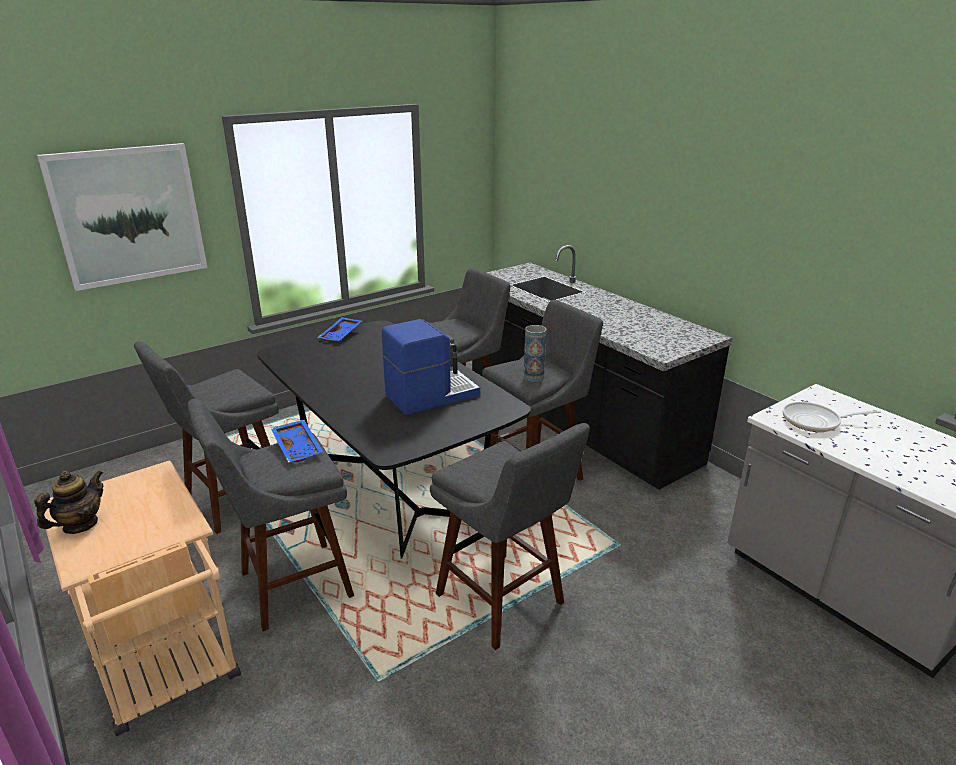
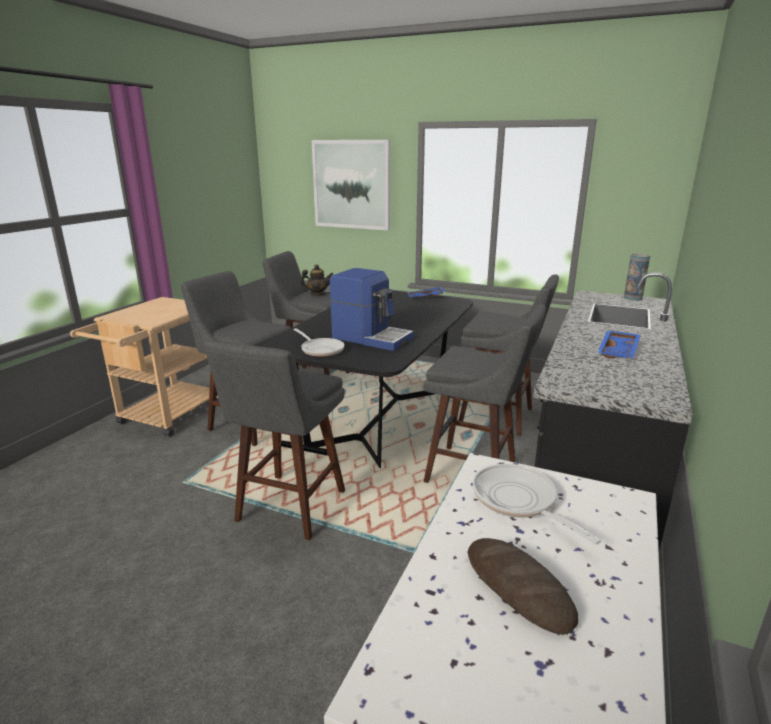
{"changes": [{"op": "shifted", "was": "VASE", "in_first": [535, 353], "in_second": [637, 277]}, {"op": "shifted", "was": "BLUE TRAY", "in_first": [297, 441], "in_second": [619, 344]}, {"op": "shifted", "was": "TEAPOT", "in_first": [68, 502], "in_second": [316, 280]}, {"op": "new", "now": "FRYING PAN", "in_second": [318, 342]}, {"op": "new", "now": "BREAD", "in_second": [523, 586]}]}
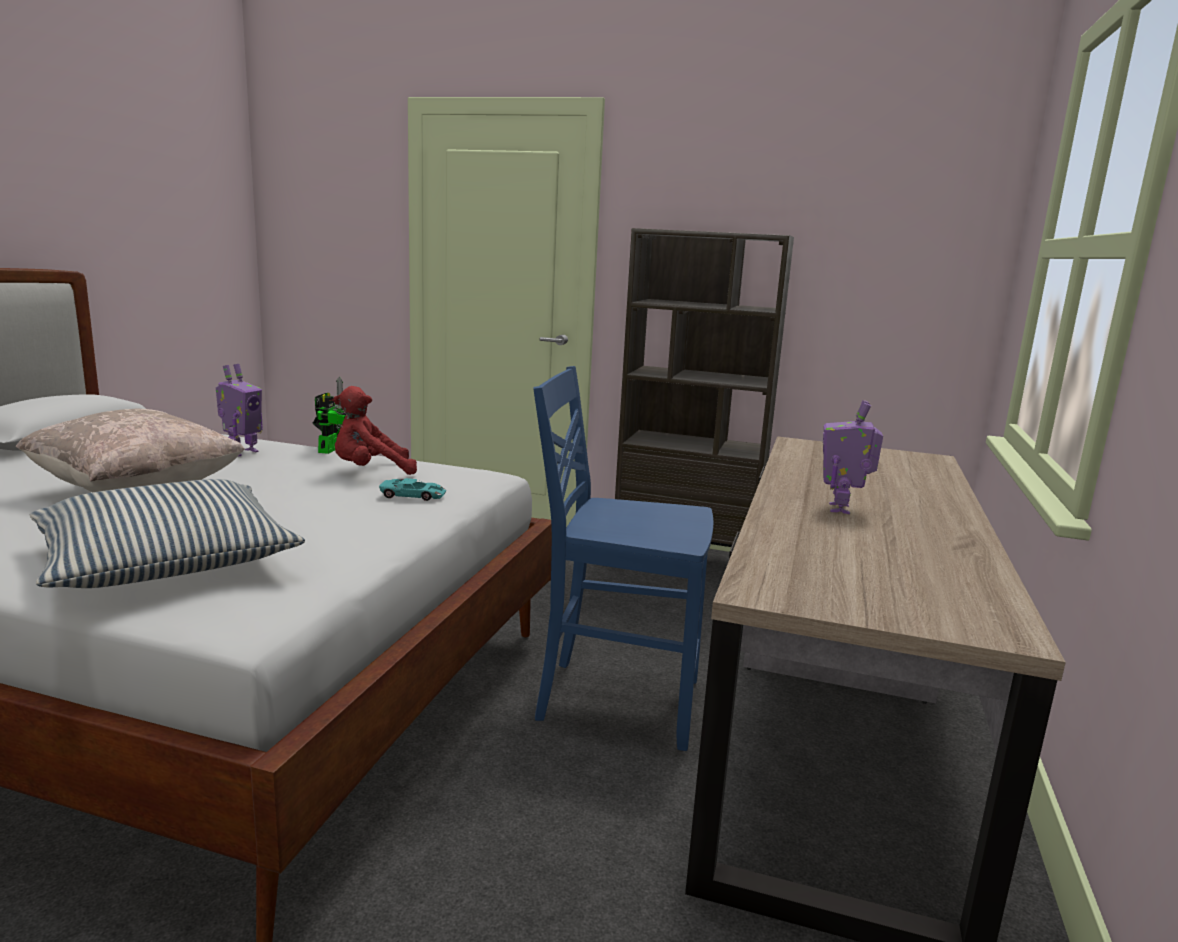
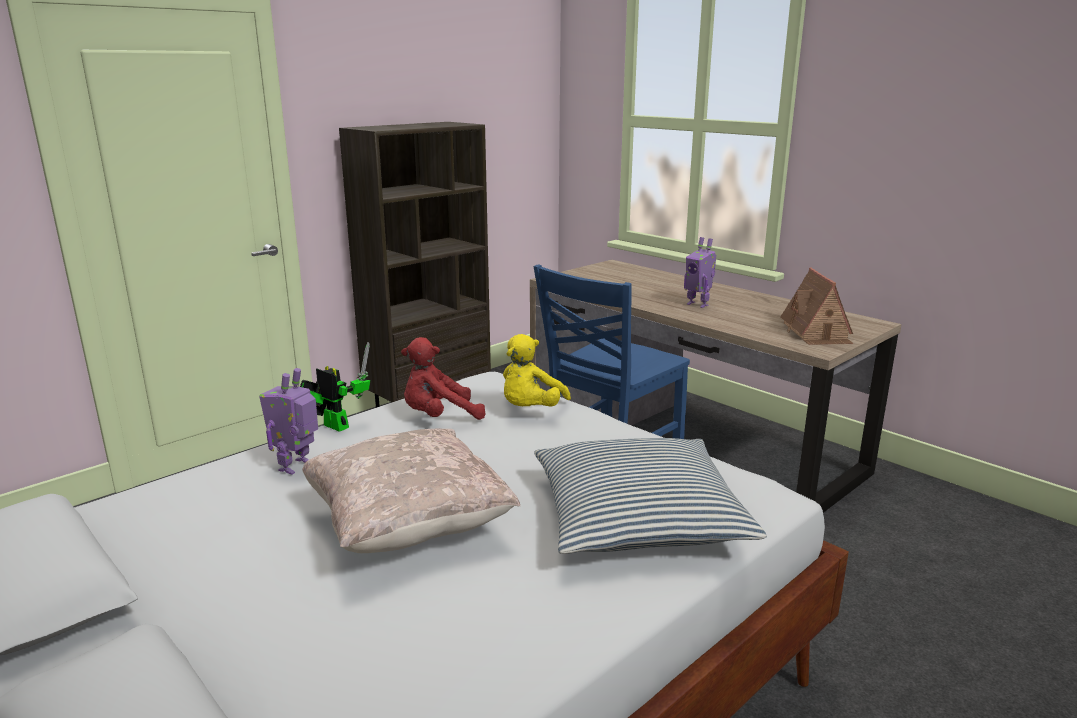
{"changes": [{"op": "rotated", "was": "TOY ROBOT", "in_first": [239, 410], "in_second": [288, 421], "clockwise": -120}, {"op": "rotated", "was": "RED PLUSH TOY", "in_first": [375, 430], "in_second": [443, 378], "clockwise": 60}, {"op": "swapped", "was": "TURQUOISE TOY CAR", "now": "YELLOW PLUSH TOY", "in_first": [412, 489], "in_second": [537, 370]}, {"op": "new", "now": "TOY HOUSE", "in_second": [817, 306]}]}
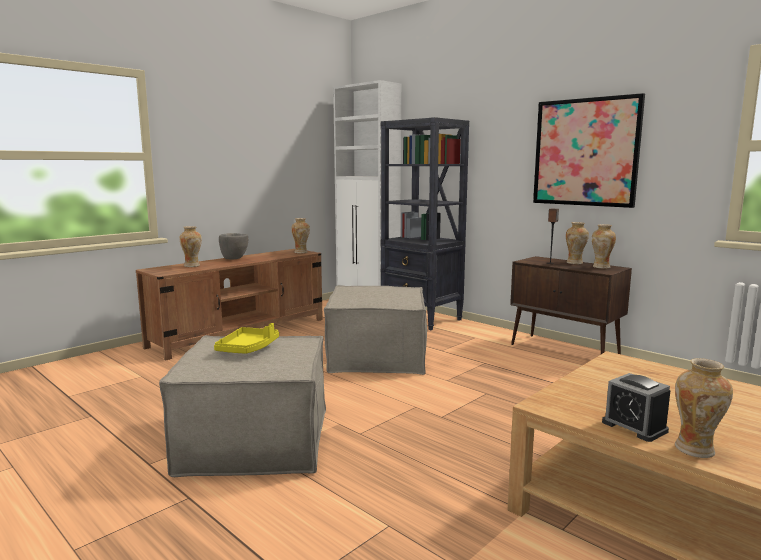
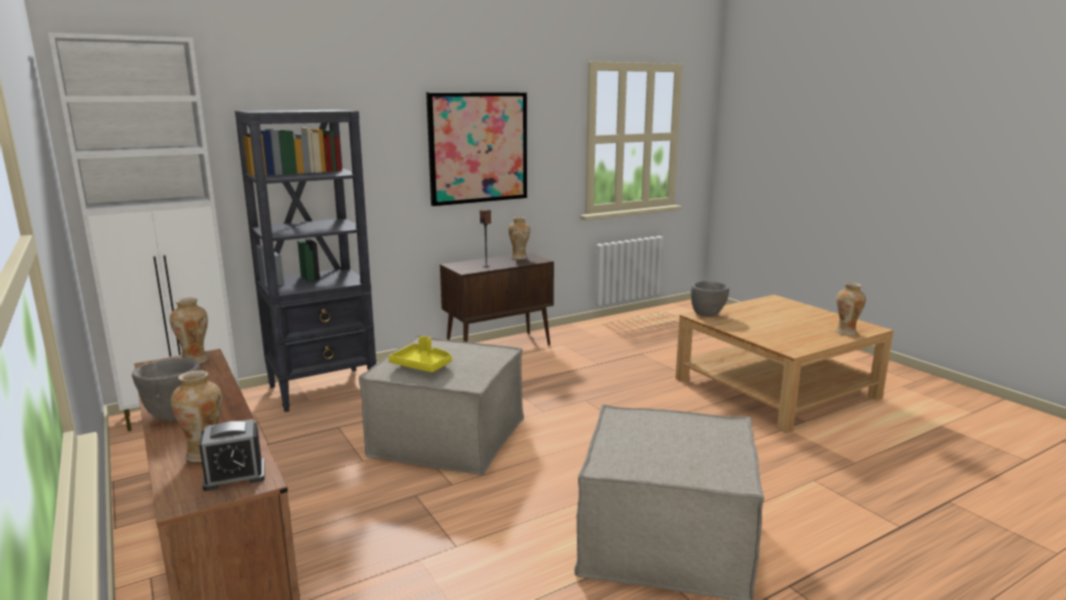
{"changes": [{"op": "gone", "was": "VASE", "in_first": [577, 243]}, {"op": "shifted", "was": "YELLOW TRAY", "in_first": [246, 338], "in_second": [420, 354]}, {"op": "shifted", "was": "ALARM CLOCK", "in_first": [636, 407], "in_second": [232, 455]}, {"op": "new", "now": "GREY BOWL", "in_second": [710, 299]}]}
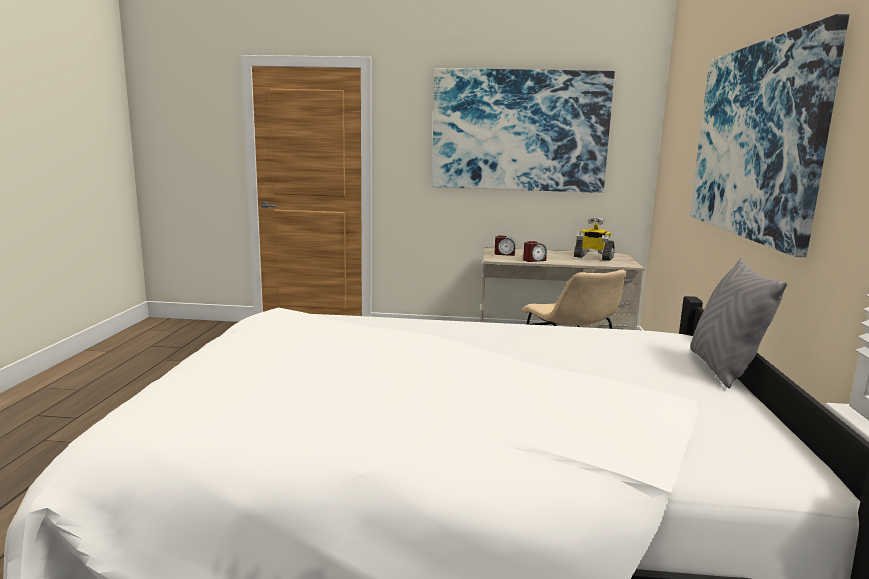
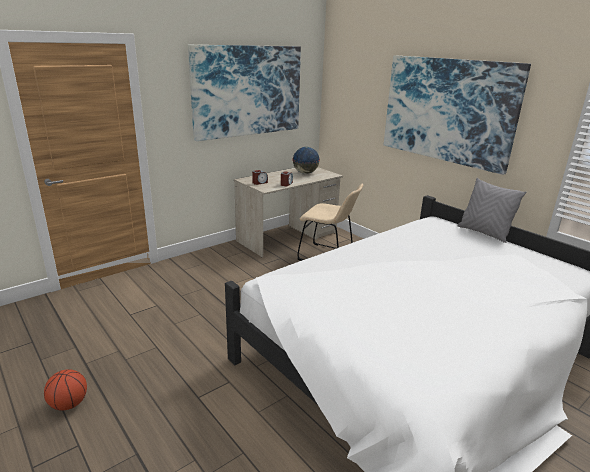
{"changes": [{"op": "swapped", "was": "TOY ROBOT", "now": "GLOBE", "in_first": [594, 239], "in_second": [306, 160]}, {"op": "new", "now": "BASKETBALL", "in_second": [65, 390]}]}
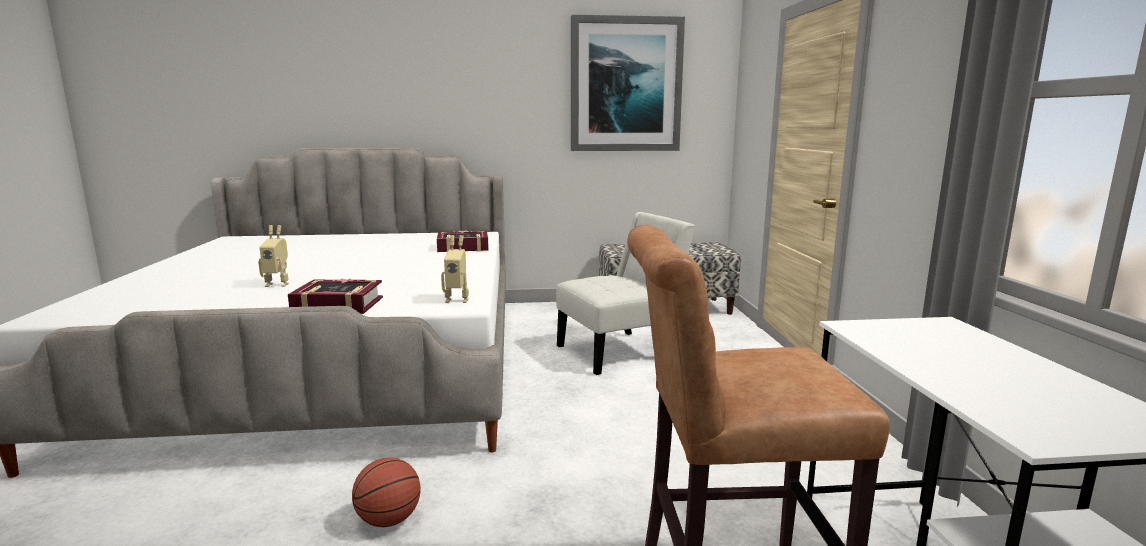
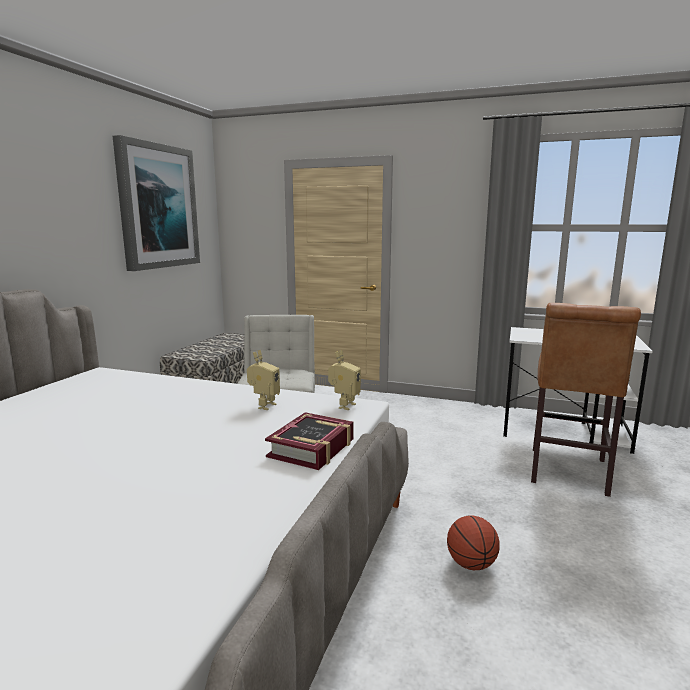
{"changes": [{"op": "shifted", "was": "TOY ROBOT", "in_first": [273, 256], "in_second": [263, 380]}, {"op": "gone", "was": "BOOK", "in_first": [463, 241]}]}
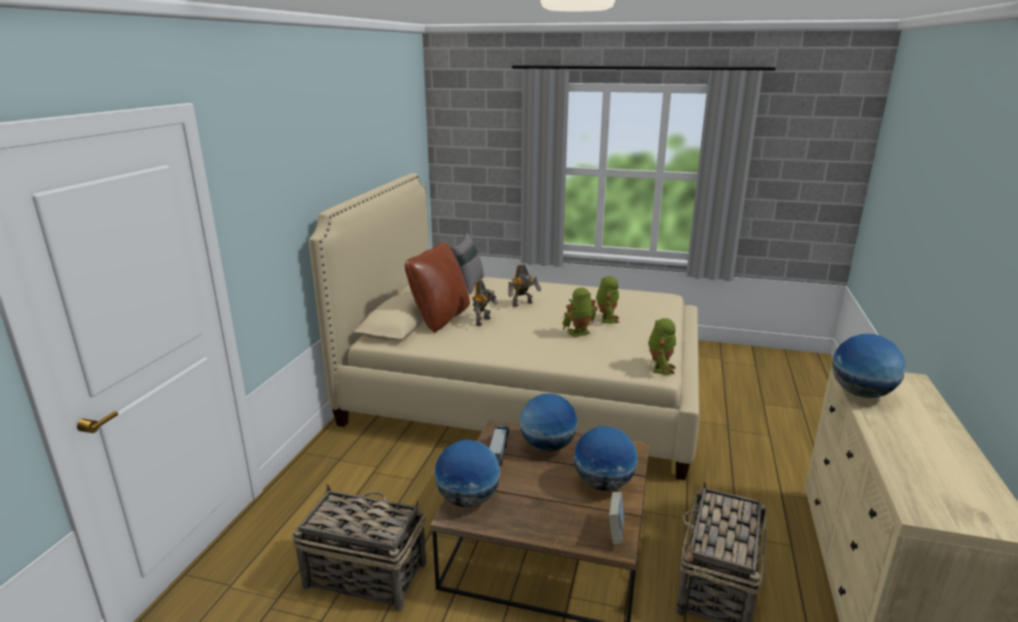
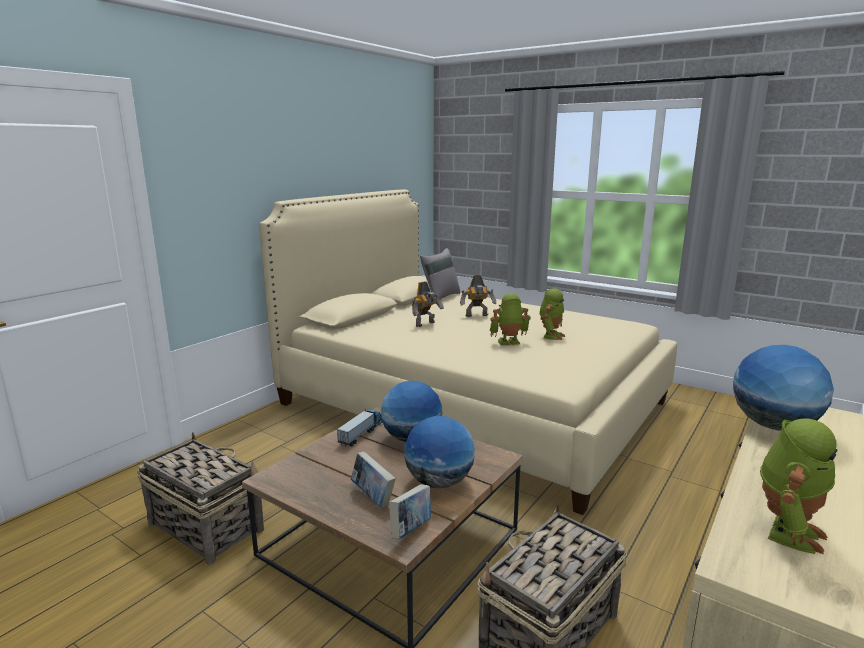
{"changes": [{"op": "gone", "was": "BROWN PILLOW", "in_first": [437, 287]}, {"op": "shifted", "was": "TOY ROBOT", "in_first": [662, 346], "in_second": [798, 486]}, {"op": "gone", "was": "GLOBE", "in_first": [467, 473]}, {"op": "new", "now": "BOOK", "in_second": [373, 479]}]}
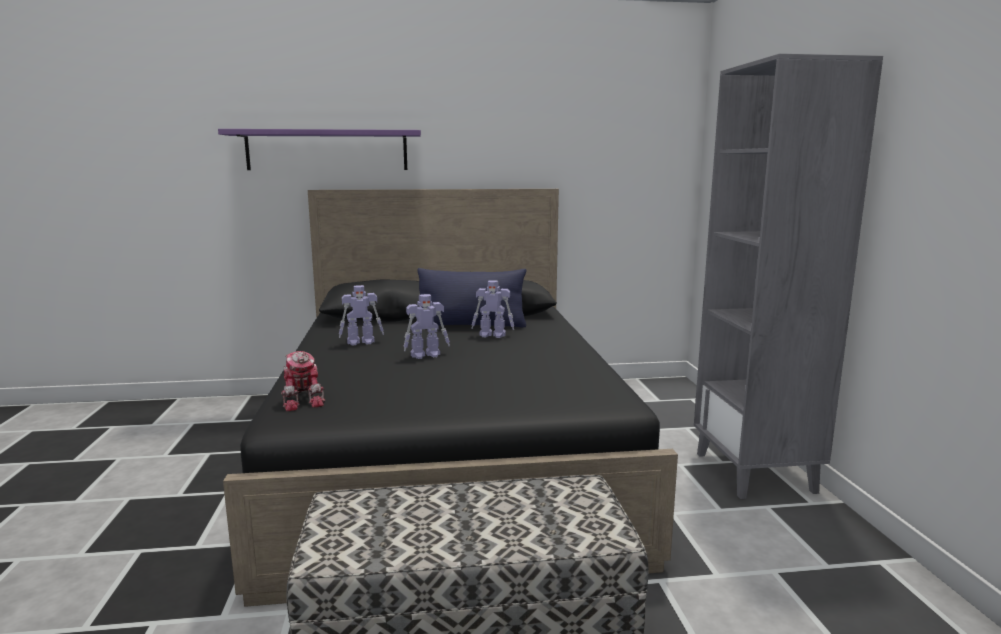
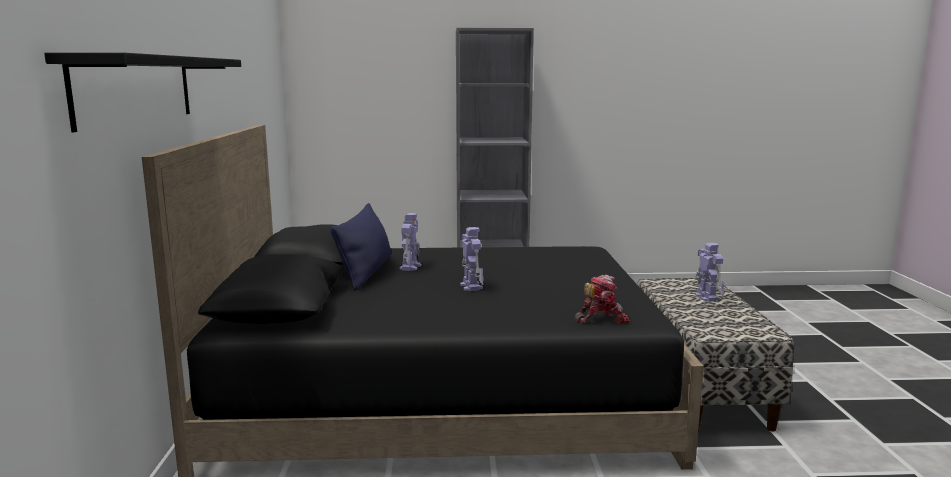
{"changes": [{"op": "repainted", "was": "PURPLE SHELF", "now": "BLACK SHELF", "in_first": [319, 149], "in_second": [142, 92]}, {"op": "shifted", "was": "TOY ROBOT", "in_first": [361, 315], "in_second": [709, 272]}]}
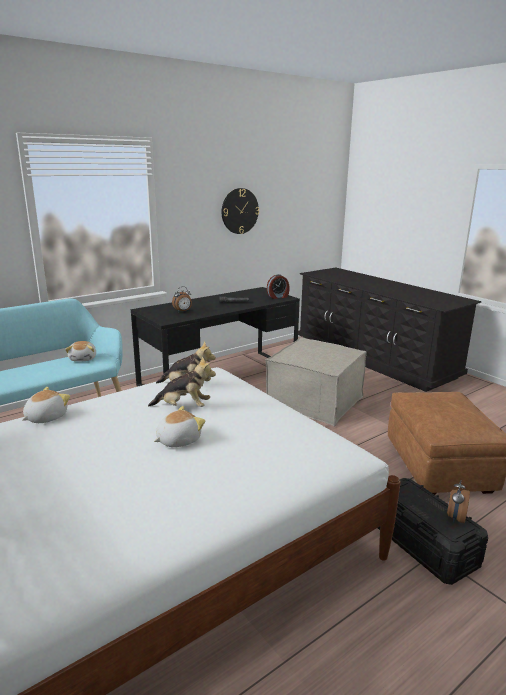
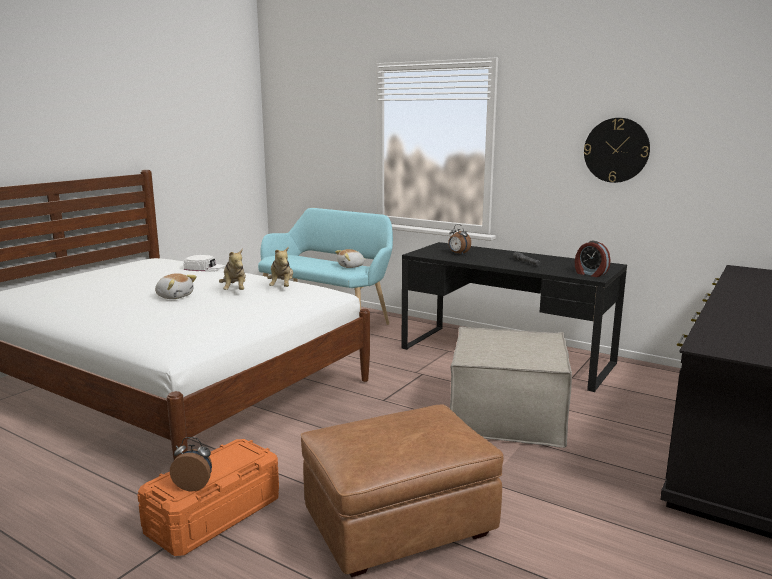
{"changes": [{"op": "swapped", "was": "PLUSH TOY", "now": "WHITE CAP", "in_first": [46, 405], "in_second": [204, 263]}, {"op": "repainted", "was": "BLACK STORAGE BOX", "now": "ORANGE STORAGE BOX", "in_first": [433, 531], "in_second": [208, 497]}]}
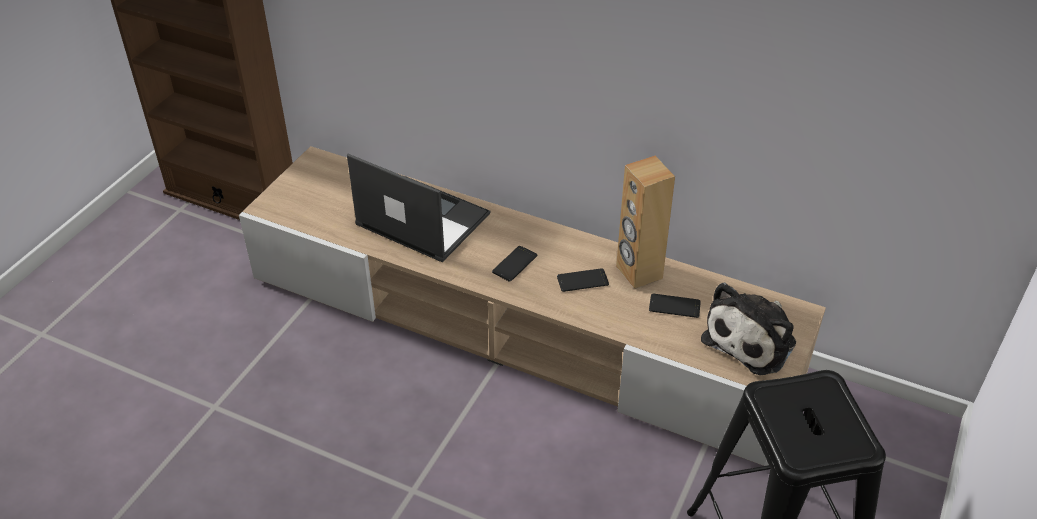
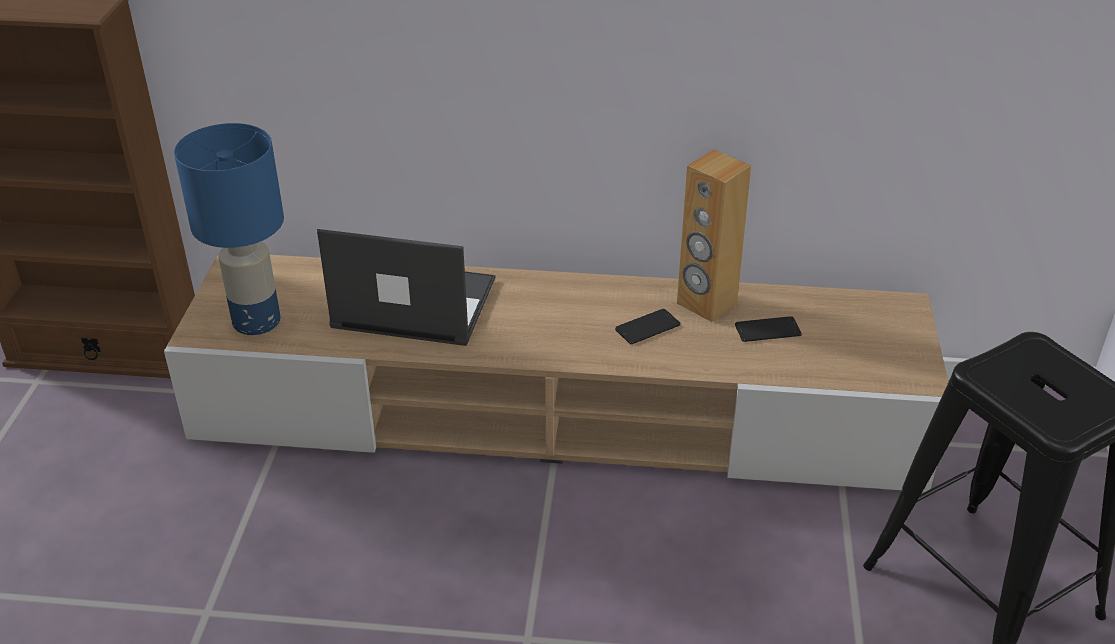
{"changes": [{"op": "gone", "was": "PHONE", "in_first": [514, 264]}, {"op": "gone", "was": "PLUSH TOY", "in_first": [748, 329]}, {"op": "new", "now": "BLUE TABLE LAMP", "in_second": [229, 229]}]}
